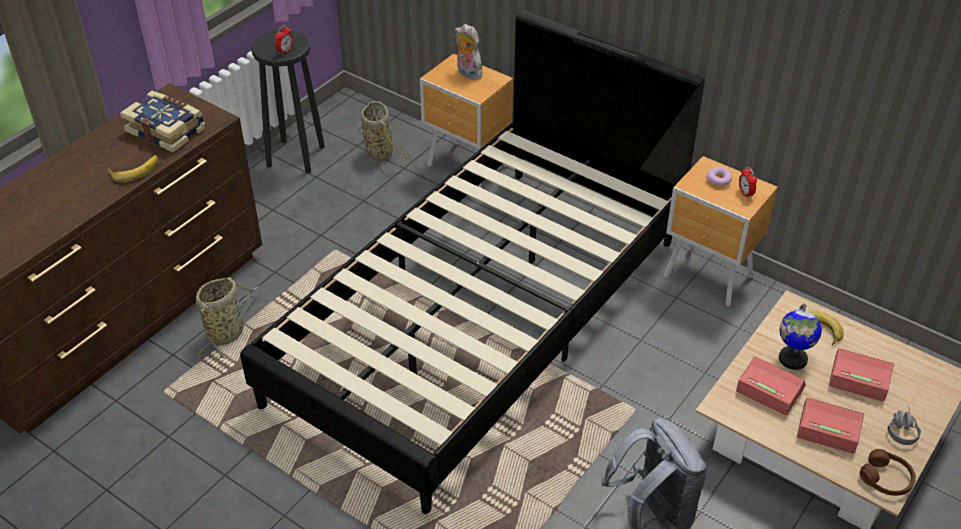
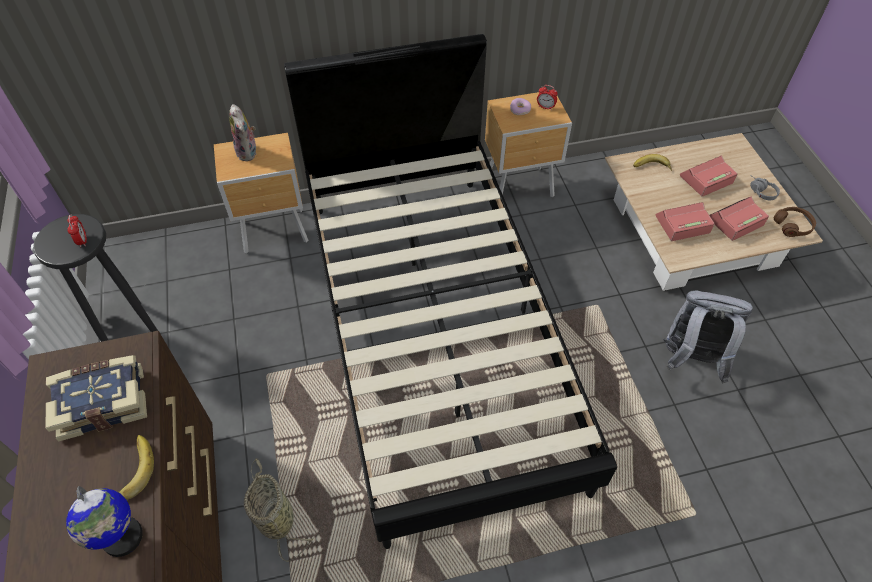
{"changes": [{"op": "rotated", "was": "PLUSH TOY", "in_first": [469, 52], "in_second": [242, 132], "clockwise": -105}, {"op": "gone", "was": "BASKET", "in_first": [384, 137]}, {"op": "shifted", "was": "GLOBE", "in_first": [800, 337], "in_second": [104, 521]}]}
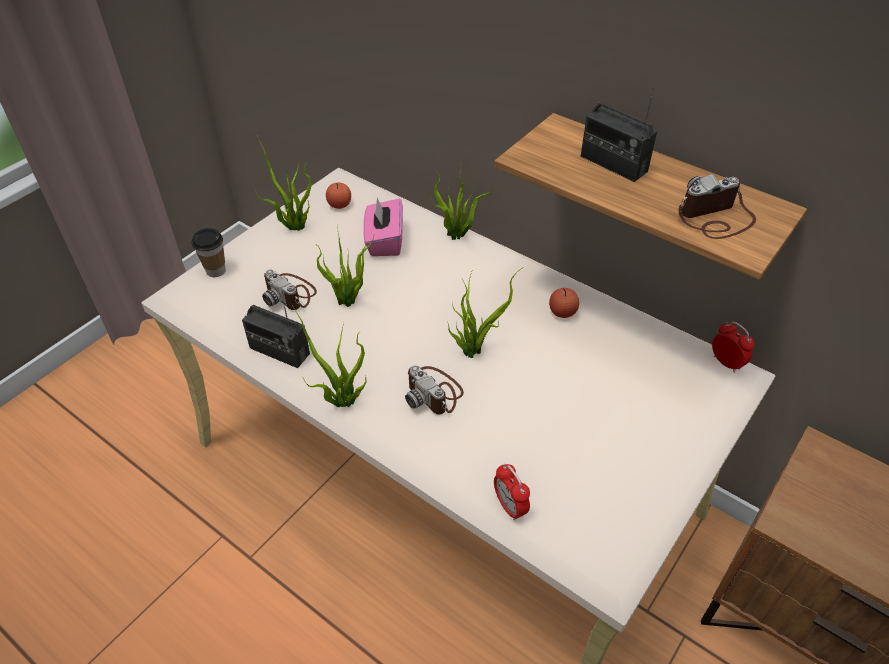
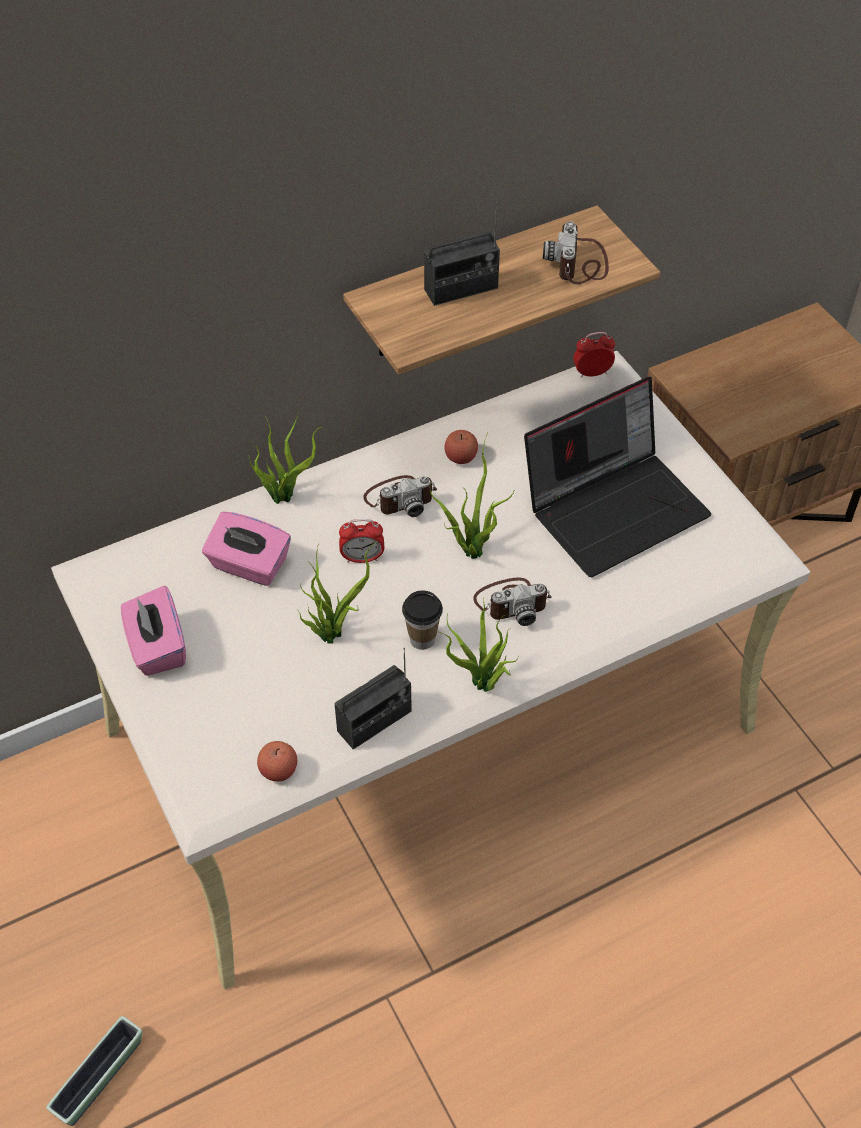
{"changes": [{"op": "swapped", "was": "POTTED PLANT", "now": "PINK TISSUE BOX", "in_first": [283, 183], "in_second": [153, 631]}, {"op": "shifted", "was": "APPLE", "in_first": [338, 196], "in_second": [277, 761]}, {"op": "shifted", "was": "CUP", "in_first": [209, 252], "in_second": [422, 620]}, {"op": "shifted", "was": "PHOTO CAMERA", "in_first": [289, 290], "in_second": [400, 496]}, {"op": "shifted", "was": "ALARM CLOCK", "in_first": [512, 492], "in_second": [362, 541]}, {"op": "new", "now": "LAPTOP", "in_second": [617, 477]}, {"op": "new", "now": "PLANTER", "in_second": [94, 1071]}]}
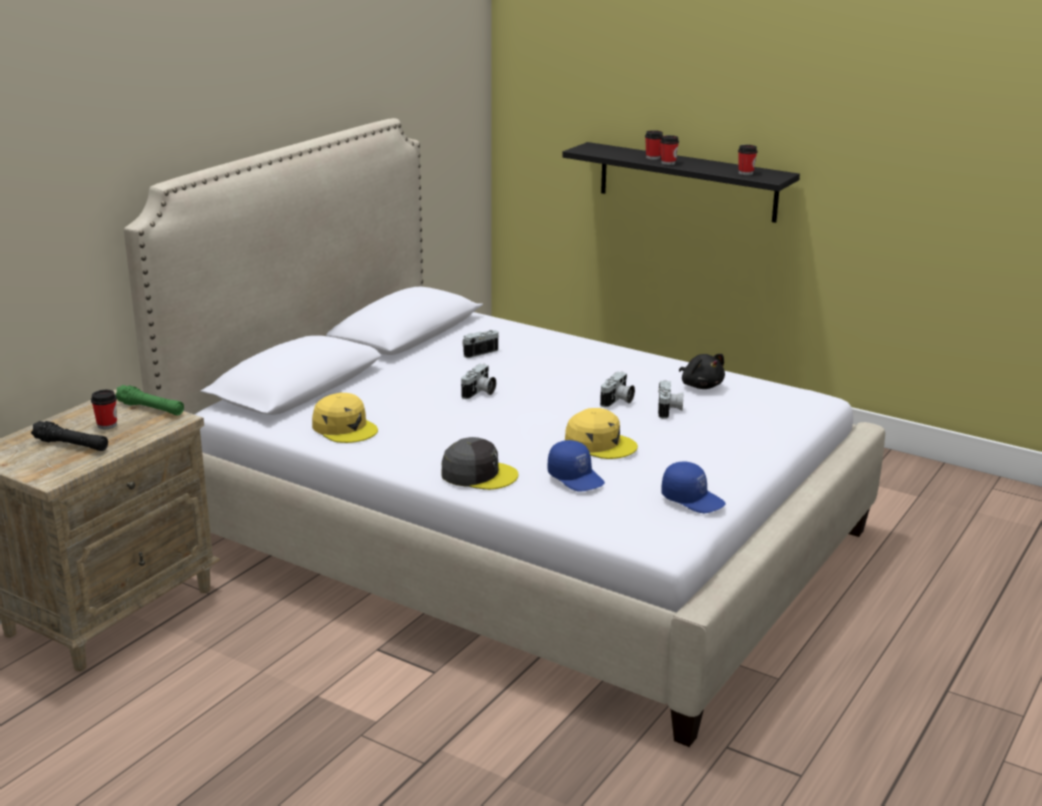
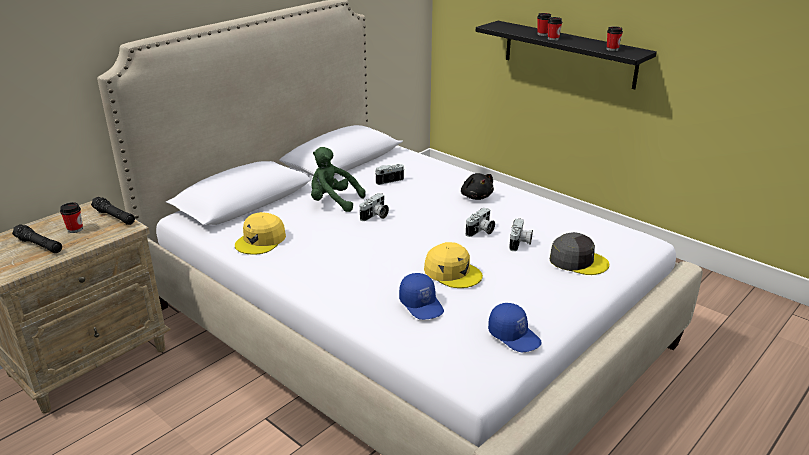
{"changes": [{"op": "shifted", "was": "BLACK PLUSH TOY", "in_first": [702, 371], "in_second": [477, 186]}, {"op": "repainted", "was": "GREEN FLASHLIGHT", "now": "BLACK FLASHLIGHT", "in_first": [149, 400], "in_second": [113, 211]}, {"op": "rotated", "was": "YELLOW CAP", "in_first": [345, 418], "in_second": [260, 233], "clockwise": 60}, {"op": "shifted", "was": "GREY CAP", "in_first": [480, 463], "in_second": [579, 253]}, {"op": "new", "now": "GREEN PLUSH TOY", "in_second": [338, 179]}]}
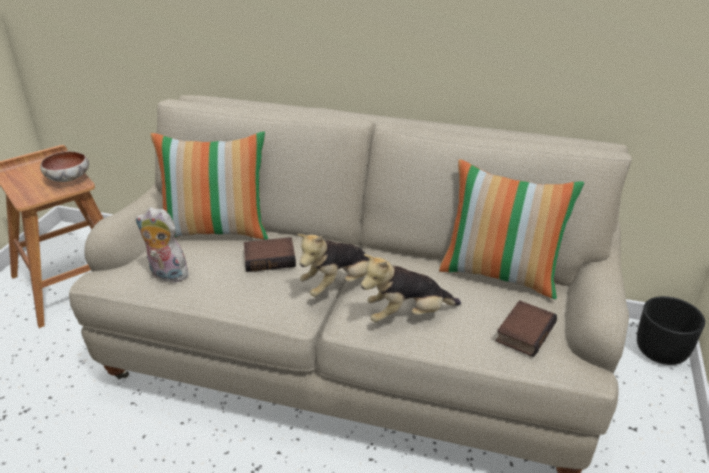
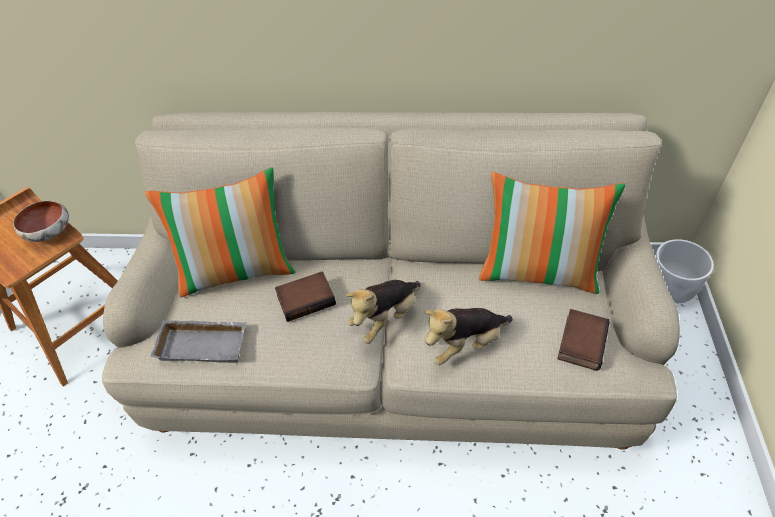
{"changes": [{"op": "swapped", "was": "PLUSH TOY", "now": "GREY TRAY", "in_first": [162, 245], "in_second": [198, 341]}, {"op": "repainted", "was": "BLACK PLANTER", "now": "WHITE PLANTER", "in_first": [671, 330], "in_second": [684, 271]}]}
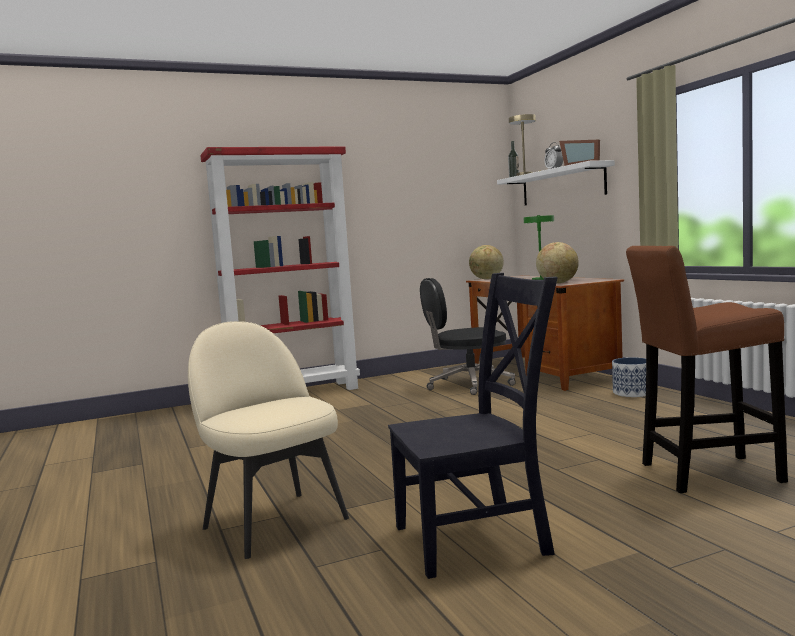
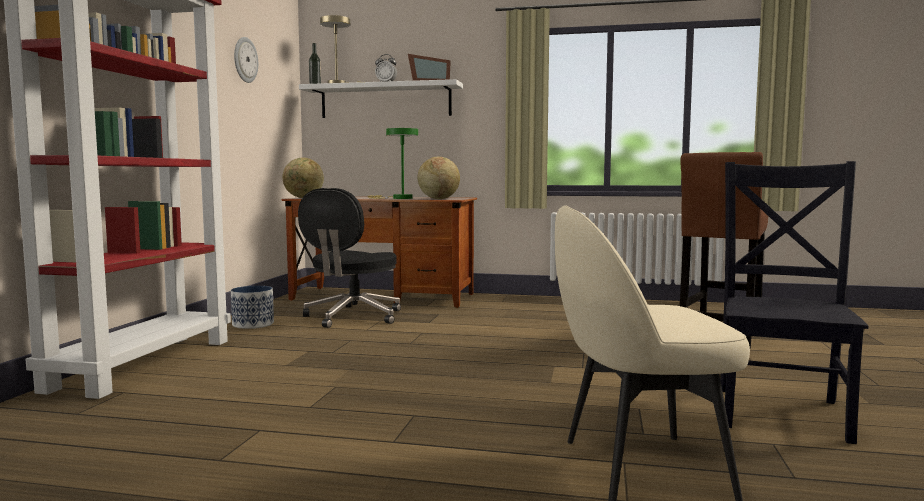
{"changes": [{"op": "shifted", "was": "PLANTER", "in_first": [629, 377], "in_second": [252, 307]}, {"op": "new", "now": "WALL CLOCK", "in_second": [246, 60]}]}
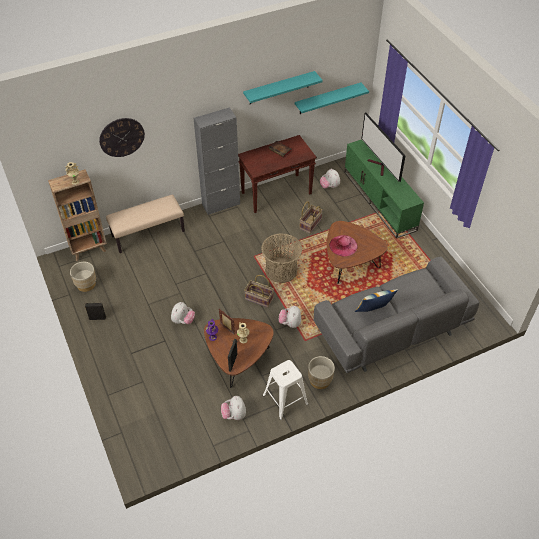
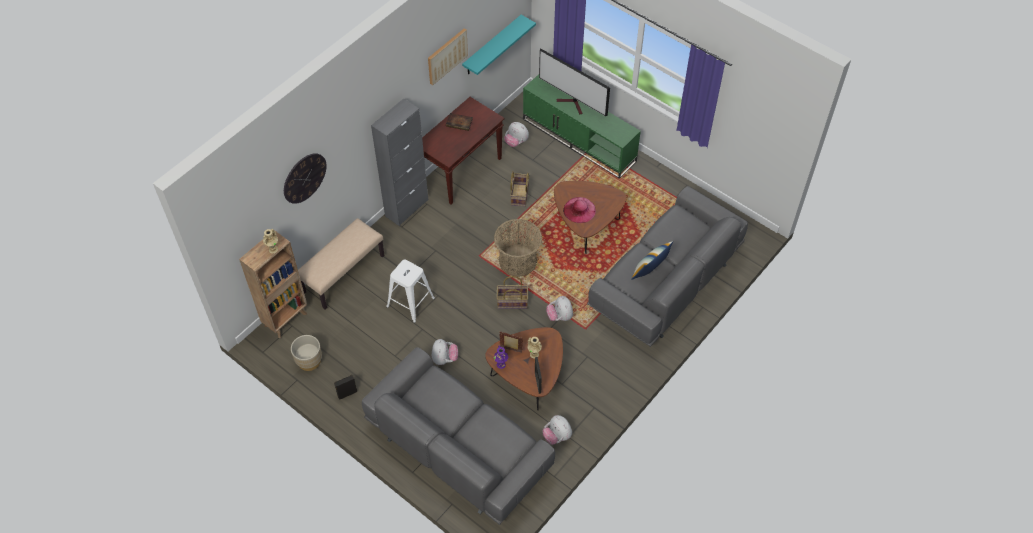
{"changes": [{"op": "swapped", "was": "TURQUOISE SHELF", "now": "PICTURE", "in_first": [283, 87], "in_second": [448, 56]}, {"op": "gone", "was": "BEIGE PLANTER", "in_first": [321, 372]}, {"op": "shifted", "was": "WHITE STOOL", "in_first": [285, 390], "in_second": [410, 291]}, {"op": "new", "now": "GREY SOFA", "in_second": [458, 436]}]}
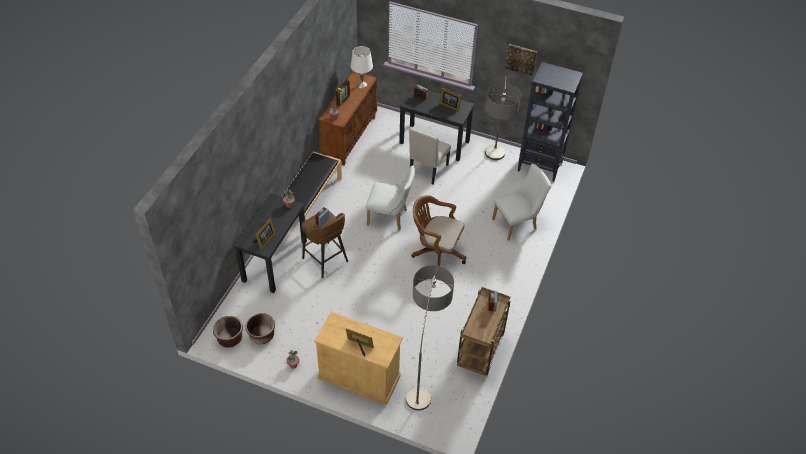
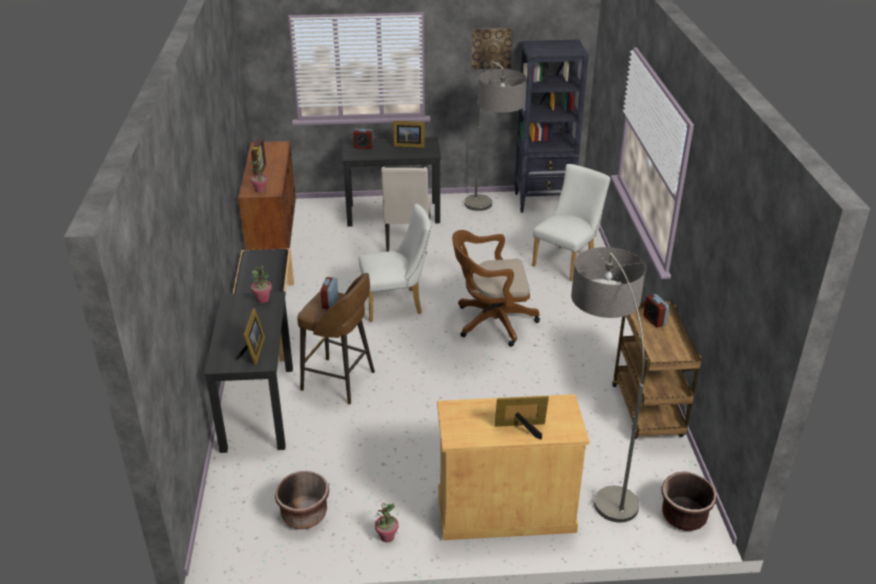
{"changes": [{"op": "gone", "was": "WHITE TABLE LAMP", "in_first": [362, 67]}, {"op": "shifted", "was": "BROWN PLANTER", "in_first": [228, 332], "in_second": [688, 501]}]}
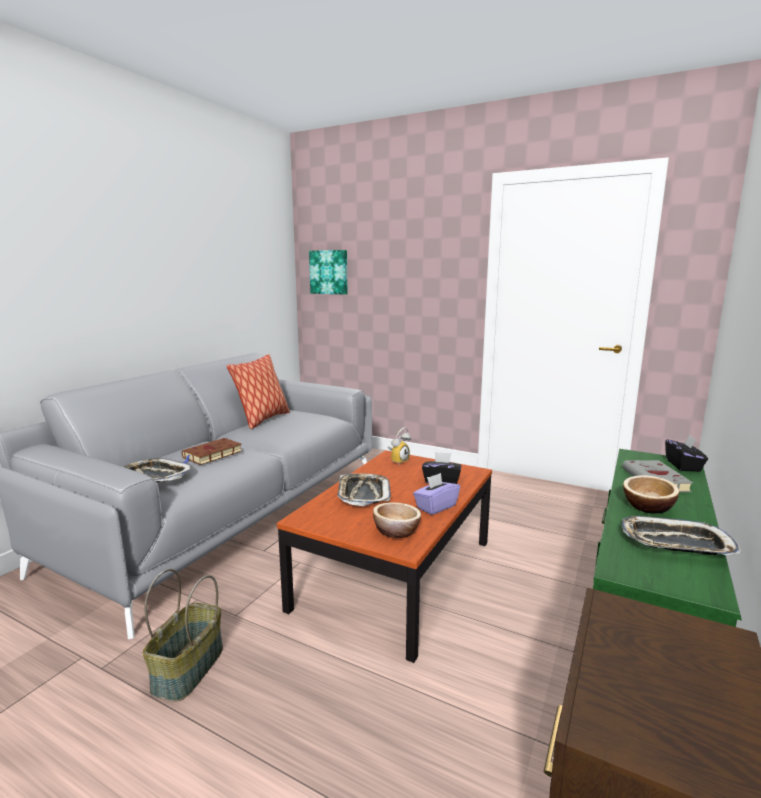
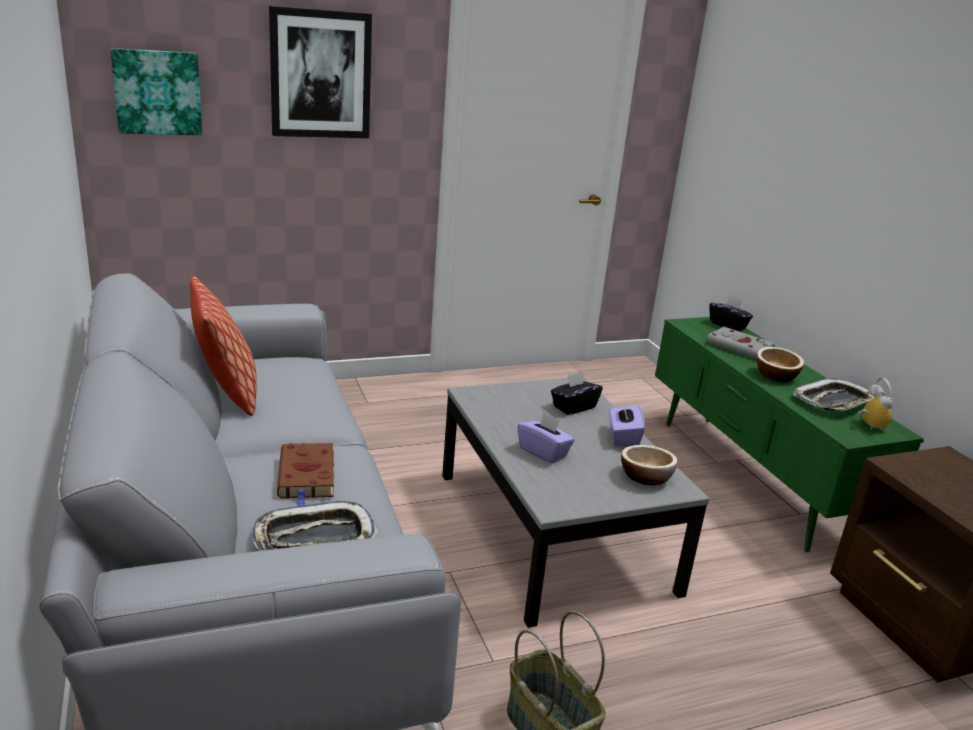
{"changes": [{"op": "shifted", "was": "ALARM CLOCK", "in_first": [399, 446], "in_second": [875, 404]}, {"op": "repainted", "was": "BROWN COFFEE TABLE", "now": "GREY COFFEE TABLE", "in_first": [384, 556], "in_second": [575, 502]}, {"op": "swapped", "was": "TRAY", "now": "PURPLE TISSUE BOX", "in_first": [364, 490], "in_second": [546, 438]}, {"op": "new", "now": "PICTURE", "in_second": [320, 72]}]}
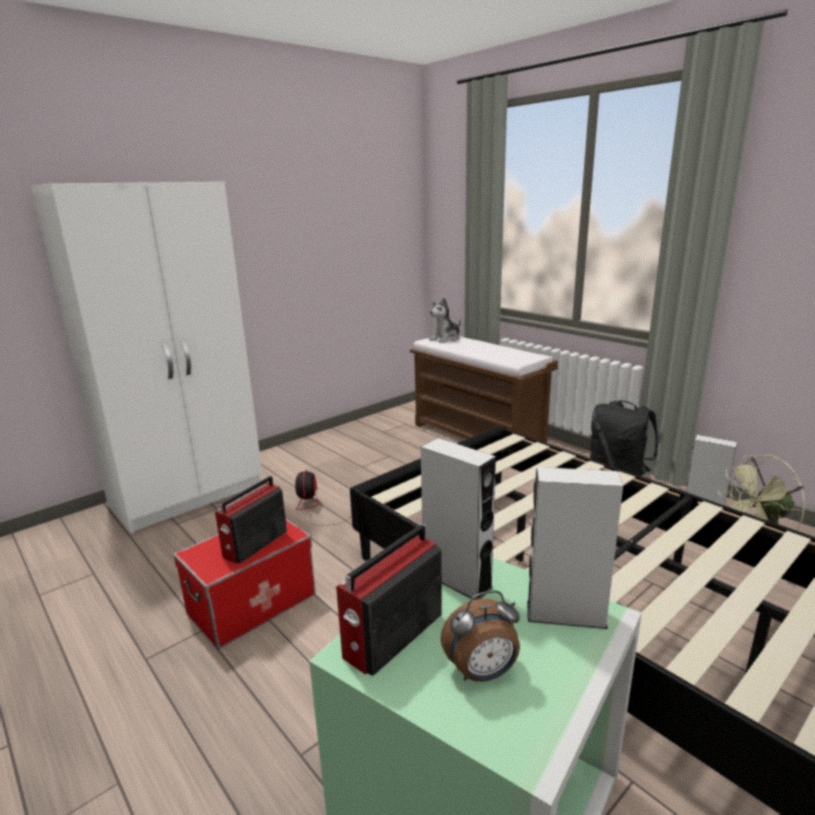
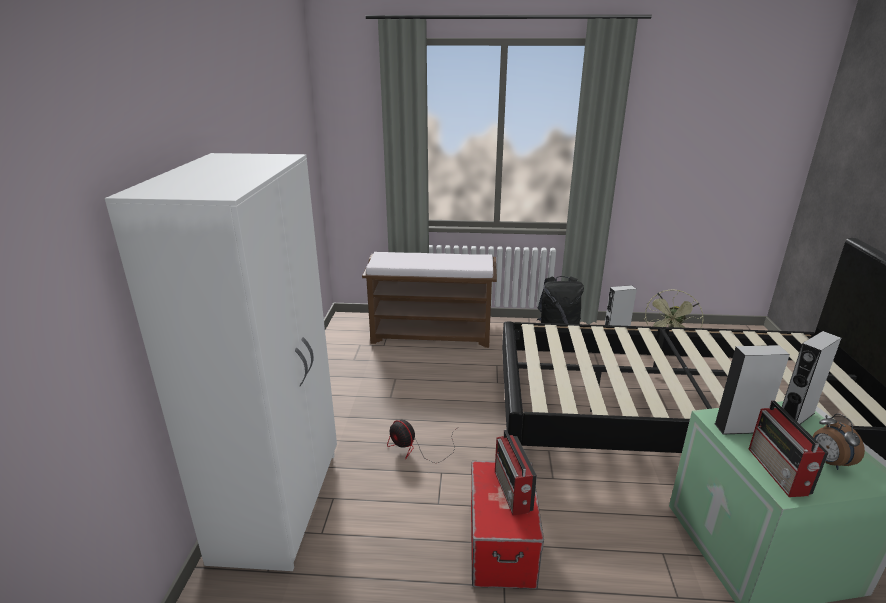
{"changes": [{"op": "gone", "was": "PLUSH TOY", "in_first": [445, 320]}, {"op": "rotated", "was": "ALARM CLOCK", "in_first": [480, 636], "in_second": [838, 441], "clockwise": 135}]}
